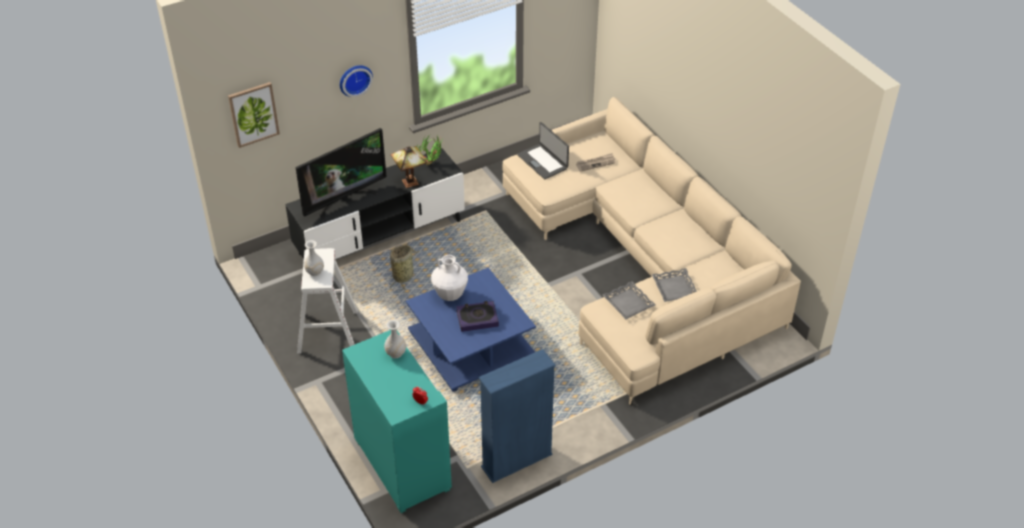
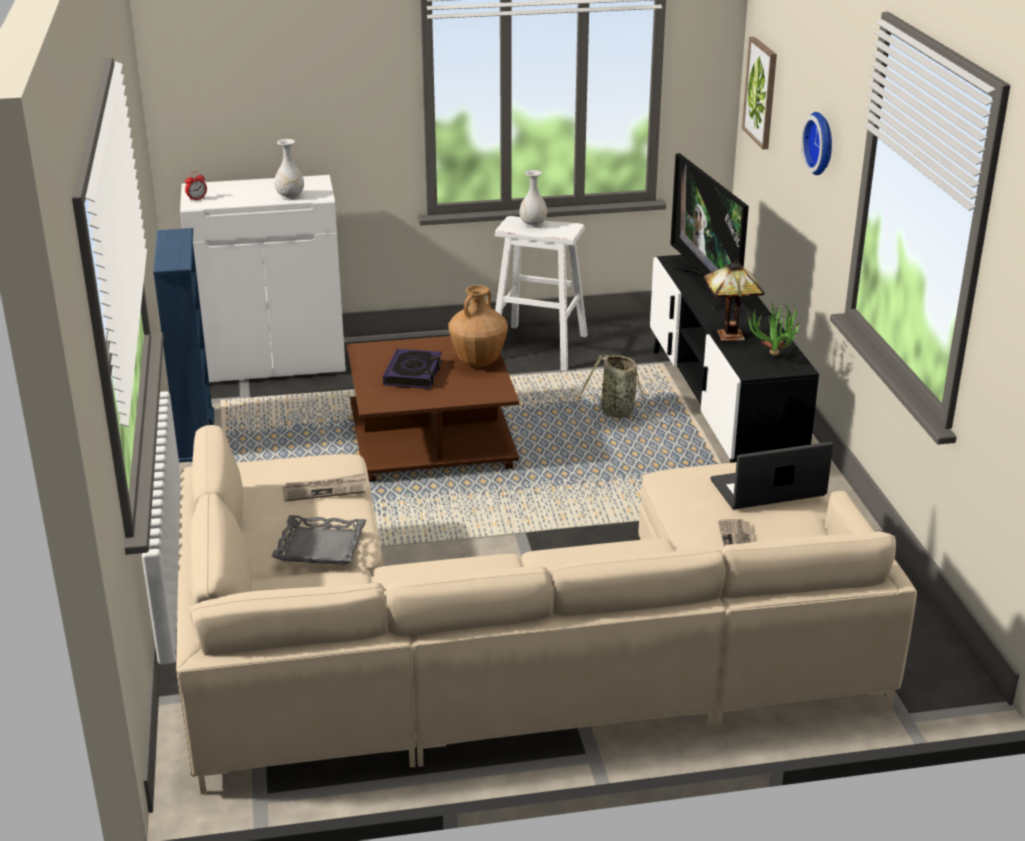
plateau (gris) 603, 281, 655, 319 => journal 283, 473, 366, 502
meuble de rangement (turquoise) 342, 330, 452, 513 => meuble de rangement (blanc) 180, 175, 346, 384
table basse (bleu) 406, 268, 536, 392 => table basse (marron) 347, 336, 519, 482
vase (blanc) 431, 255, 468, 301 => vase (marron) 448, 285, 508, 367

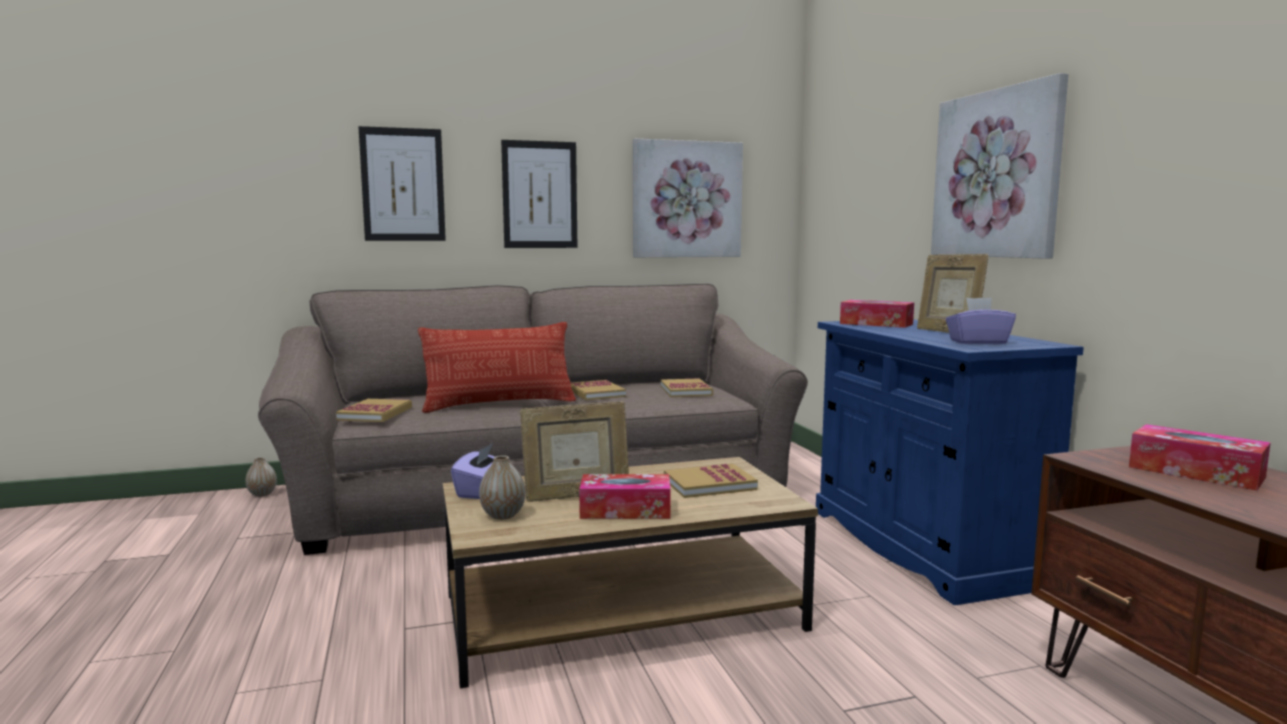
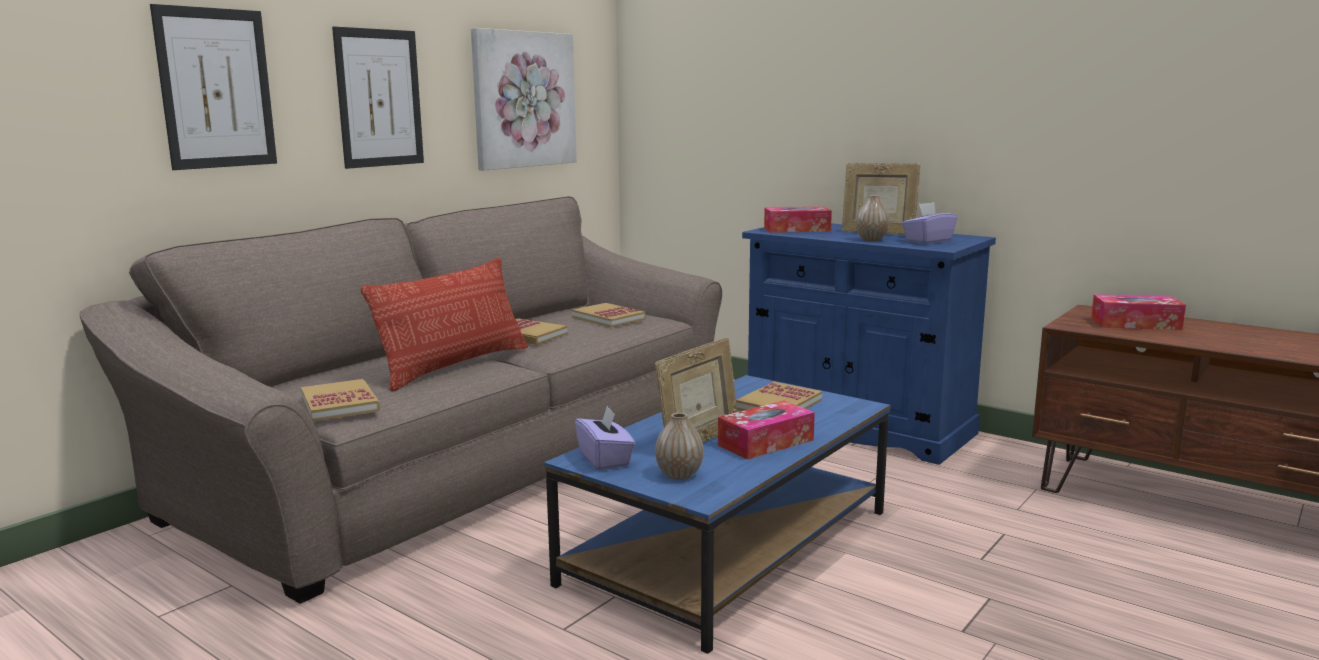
tableau 931, 73, 1068, 259 => nothing
vase 246, 457, 277, 497 => vase 856, 195, 889, 241, moved
table basse (marron) 443, 457, 818, 689 => table basse (bleu) 544, 375, 890, 654

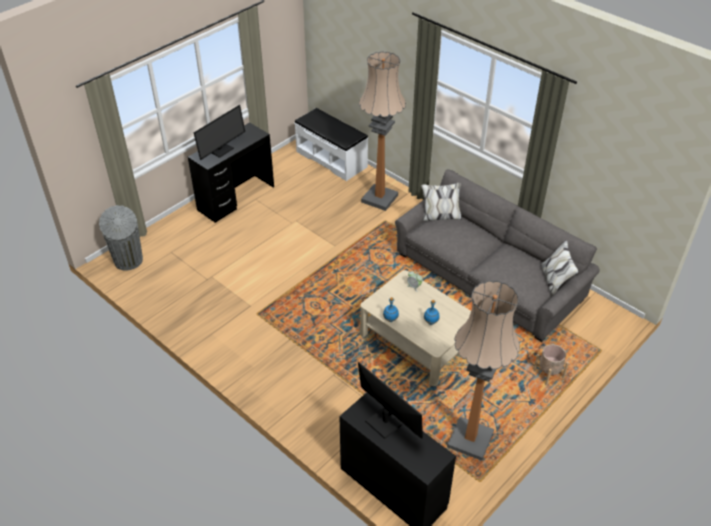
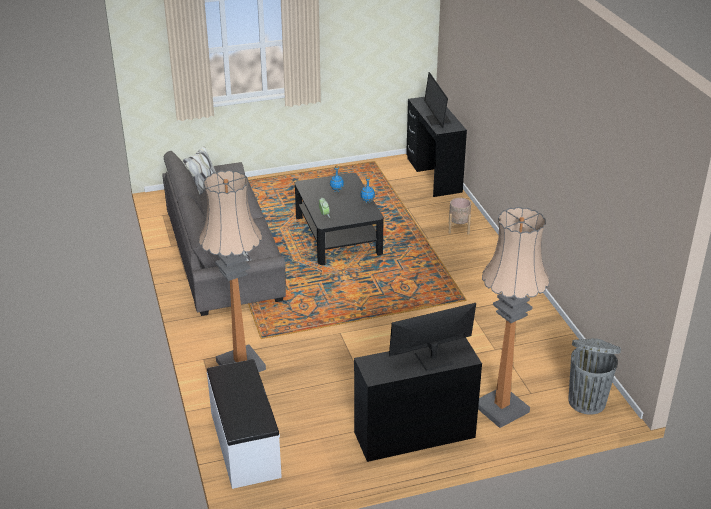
lampadaire 447, 281, 520, 461 => lampadaire 478, 207, 549, 428, moved
cache-pot (beige) 533, 344, 569, 386 => cache-pot (beige) 449, 198, 471, 235, moved
table basse (beige) 360, 270, 471, 386 => table basse (noir) 295, 173, 384, 265

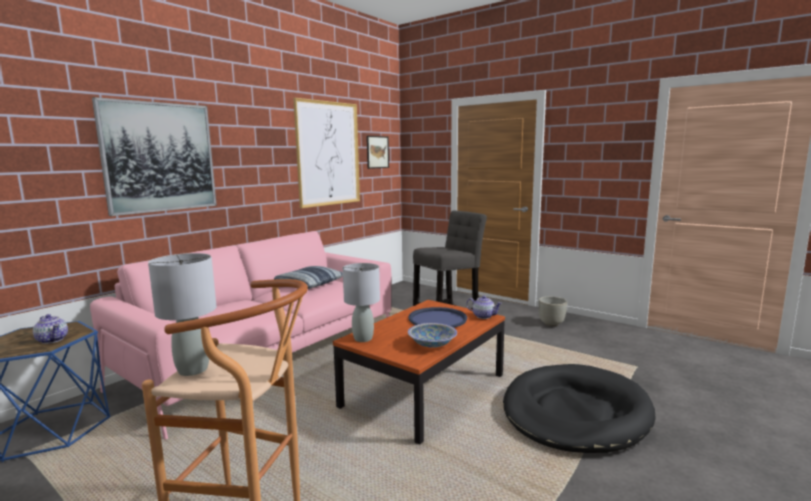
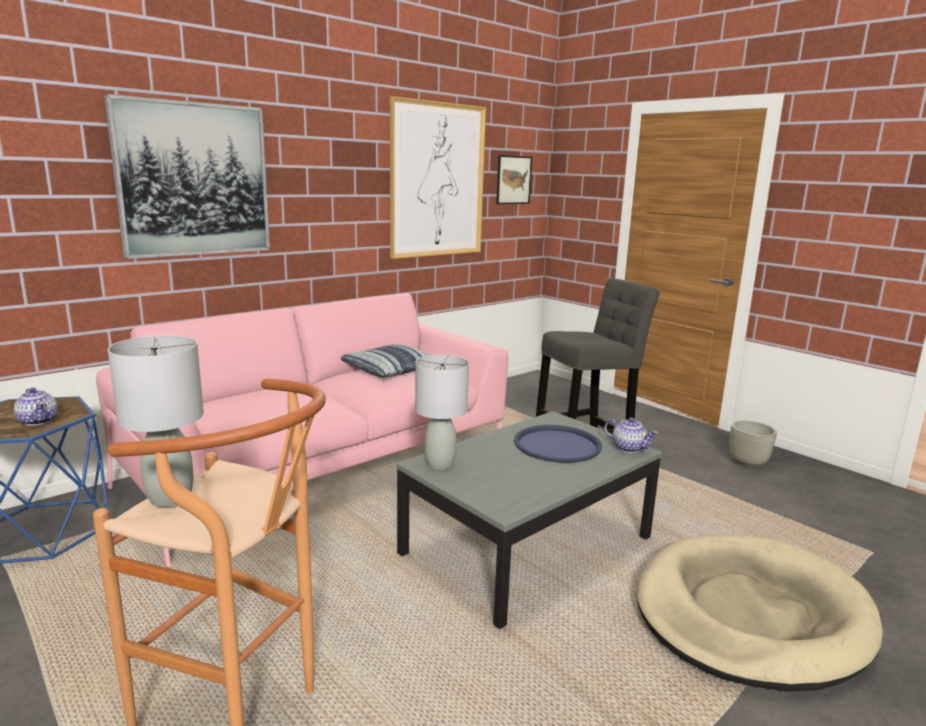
bol 408, 323, 457, 348 => nothing
table basse (marron) 333, 300, 505, 445 => table basse (gris) 396, 411, 662, 629
panier pour chien (noir) 503, 364, 656, 453 => panier pour chien (beige) 637, 534, 883, 691

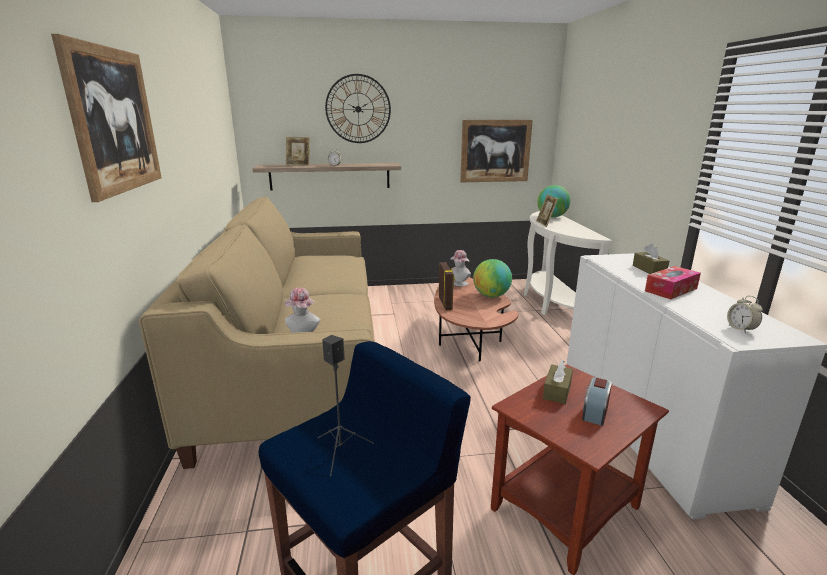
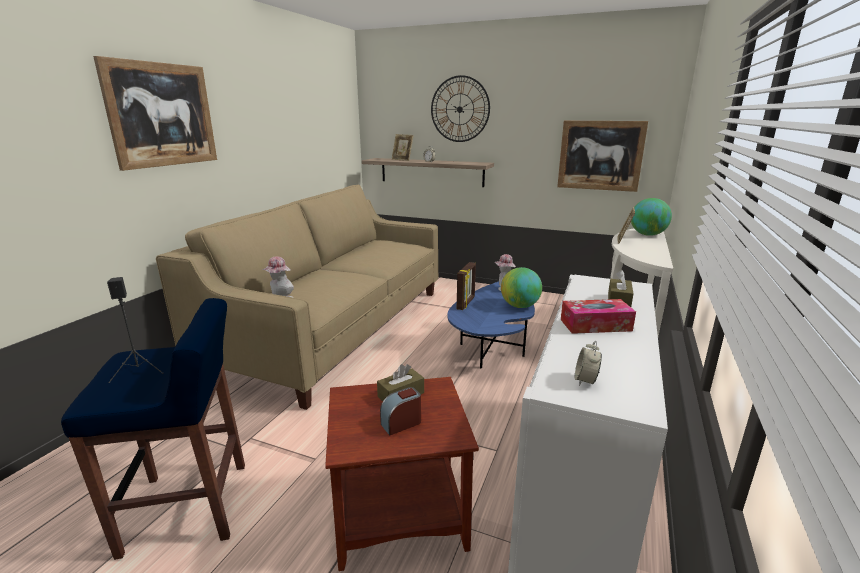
table basse (marron) 434, 277, 519, 362 => table basse (bleu) 447, 281, 535, 368

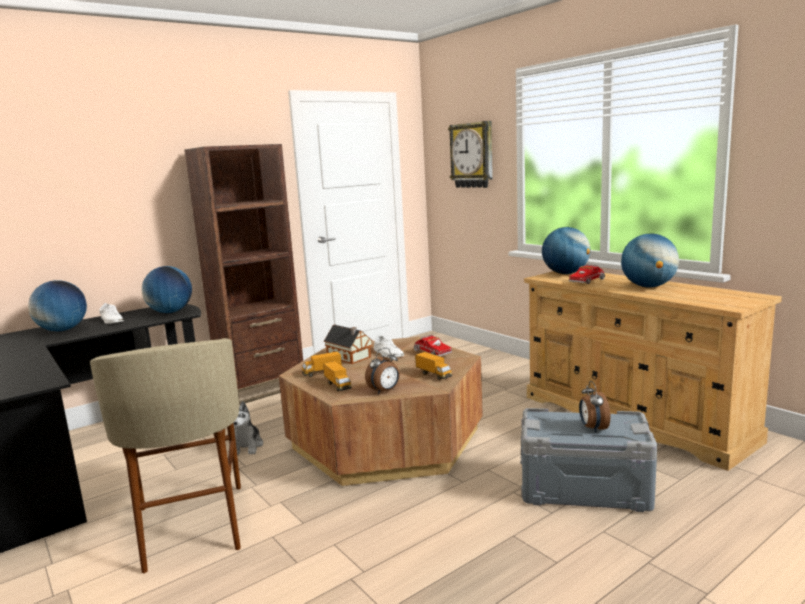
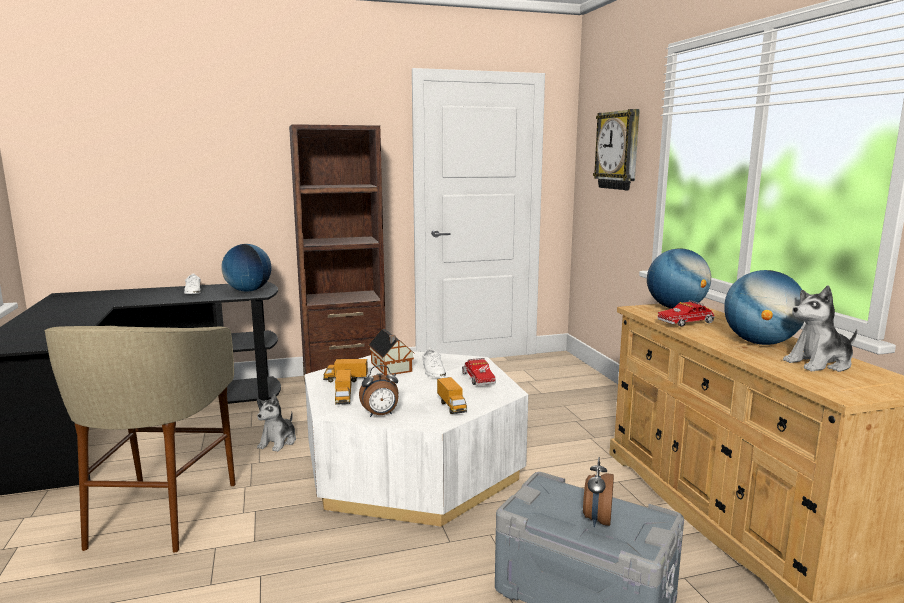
globe 28, 280, 87, 331 => nothing
nothing => peluche 783, 285, 857, 372
table basse (marron) 279, 337, 483, 486 => table basse (blanc) 305, 351, 528, 527

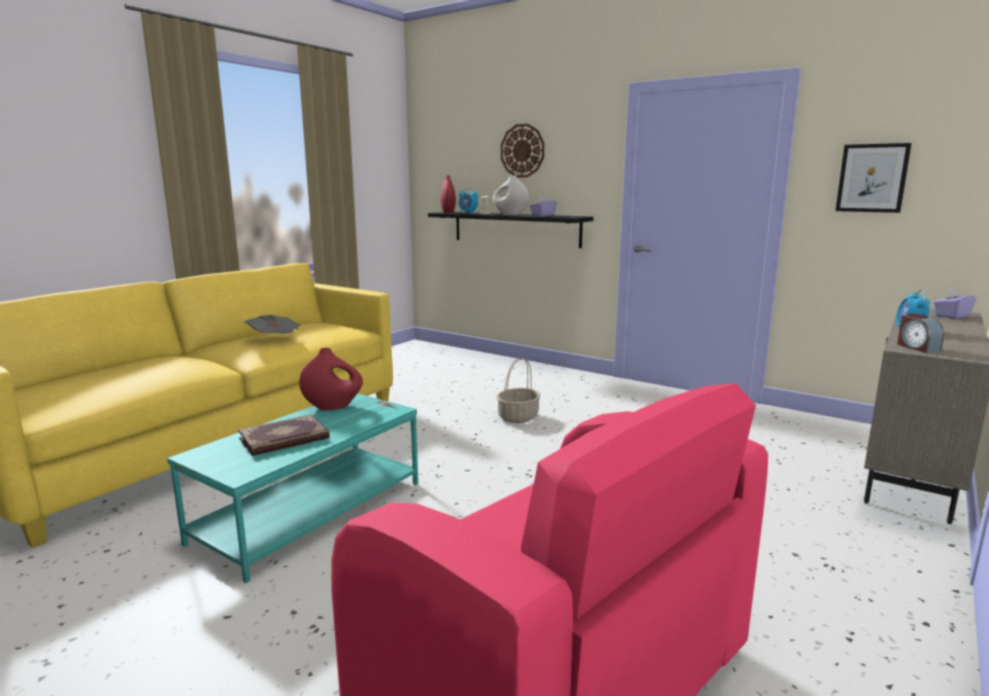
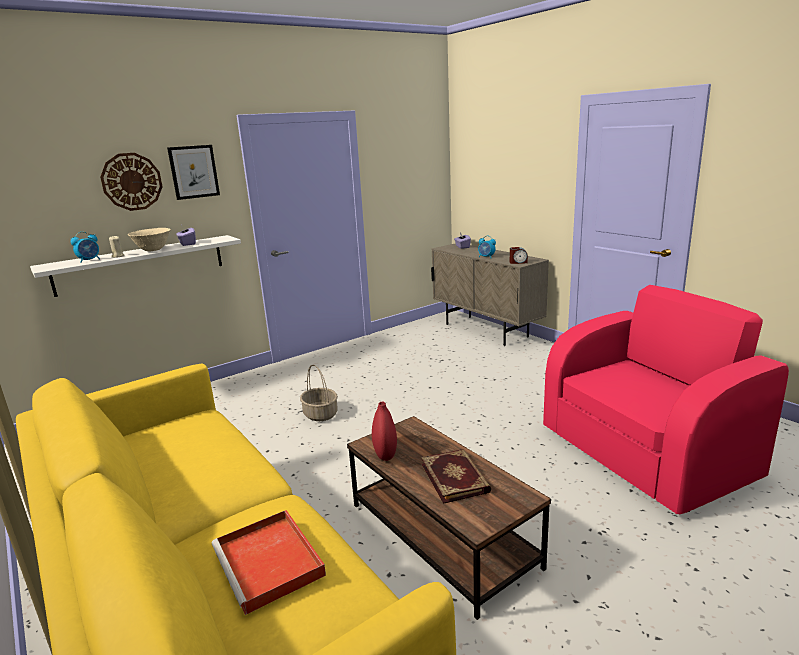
journal 244, 315, 300, 334 => nothing
vase (rouge) 440, 175, 456, 213 => nothing
nothing => plateau (rouge) 212, 510, 326, 615
tableau 835, 143, 912, 213 => tableau 167, 145, 220, 200, moved
vase (blanc) 492, 175, 529, 215 => bol (beige) 128, 228, 171, 251
table basse (turquoise) 167, 393, 418, 583 => table basse (marron) 347, 416, 551, 620
étagère (noir) 428, 212, 594, 248 => étagère (blanc) 30, 235, 241, 297

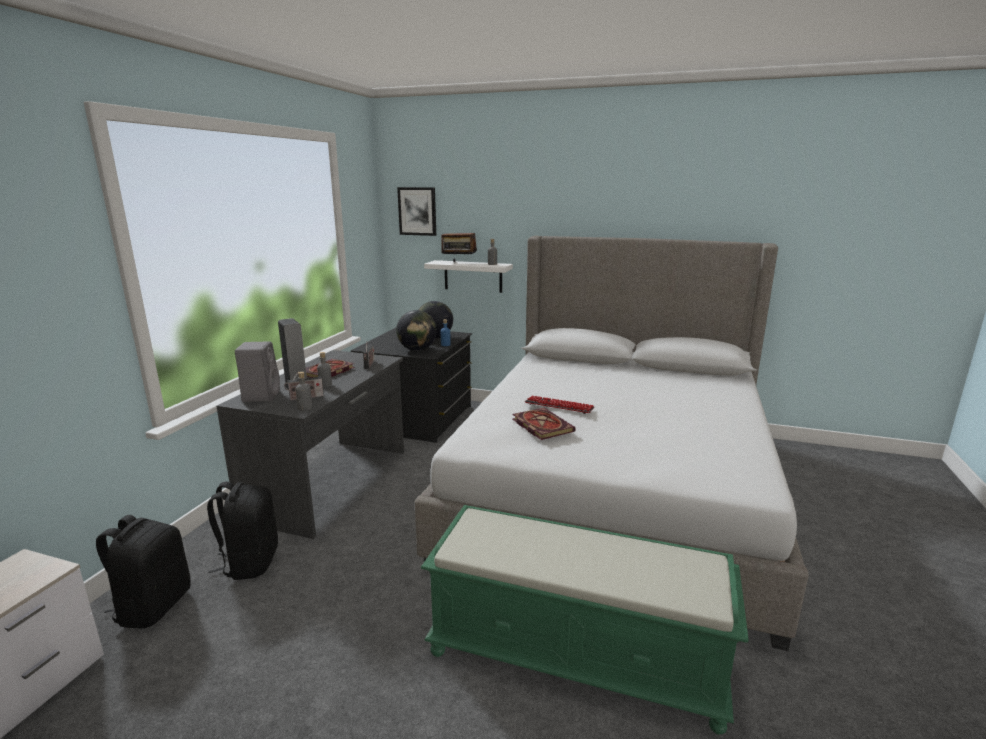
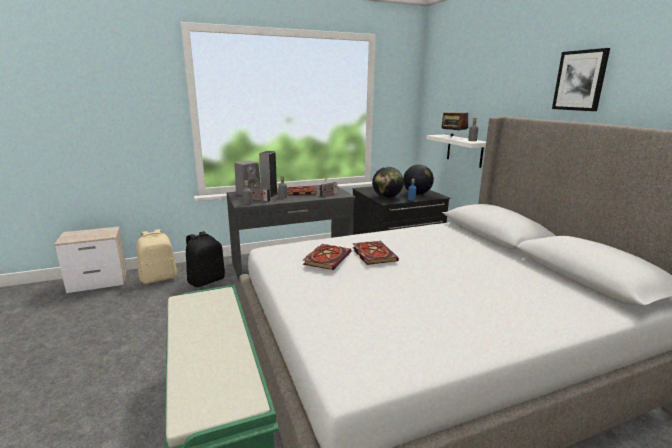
tableau 397, 187, 436, 236 => tableau 552, 48, 610, 111, moved
clavier 525, 395, 594, 414 => livre 352, 241, 399, 265
sac à dos (noir) 96, 515, 191, 629 => sac à dos (beige) 136, 229, 178, 284

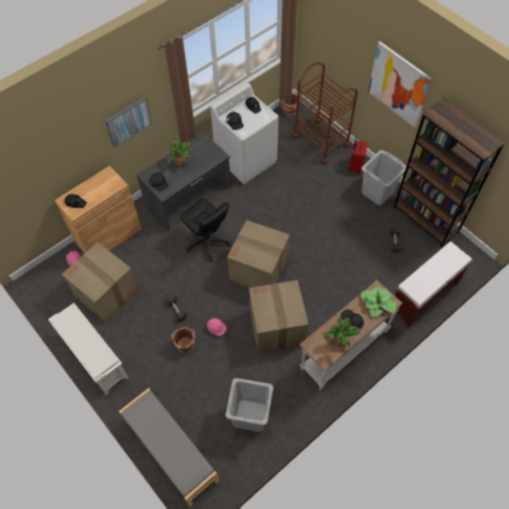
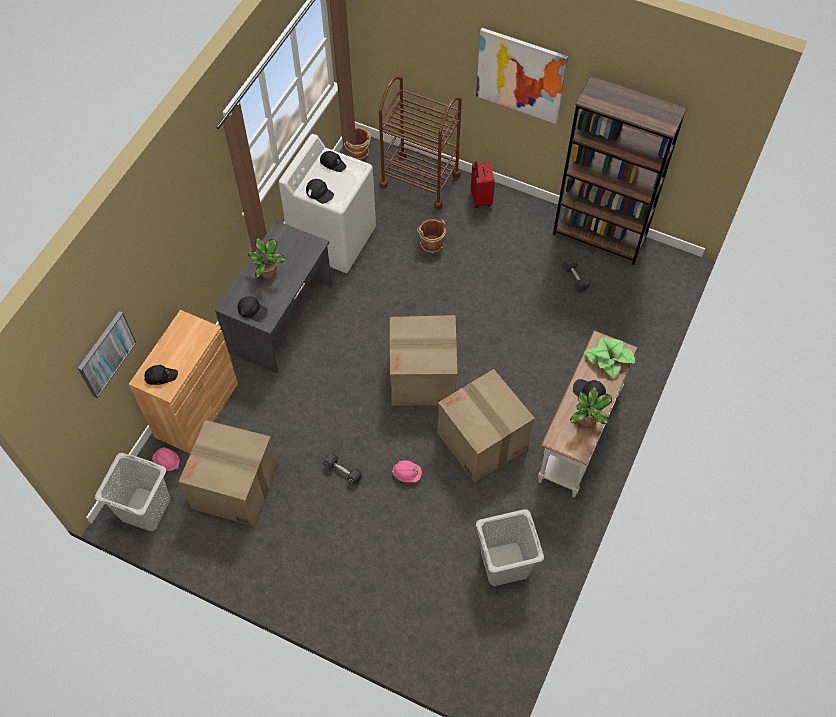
étagère à chaussures (blanc) 48, 303, 128, 395 => nothing
banc (gris) 119, 388, 219, 507 => nothing
chaise de bureau (noir) 181, 199, 231, 262 => nothing
banc (marron) 395, 241, 474, 327 => nothing
tableau 105, 97, 152, 147 => tableau 78, 311, 136, 398, moved
seau (marron) 171, 327, 196, 353 => seau (marron) 417, 219, 446, 253, moved
panier à linge (gris) 361, 150, 406, 205 => panier à linge (gris) 95, 453, 170, 531, moved

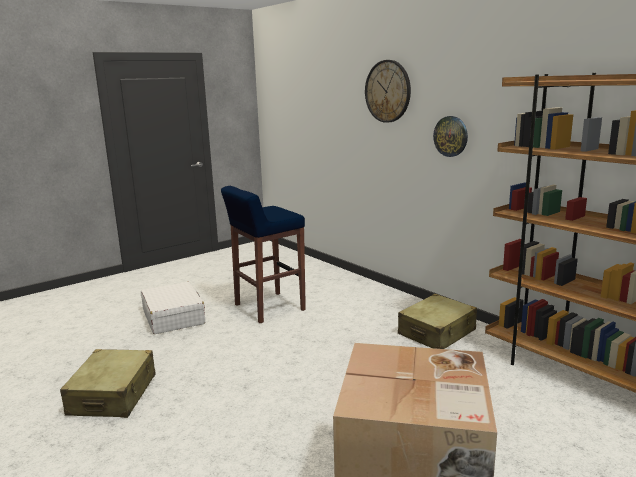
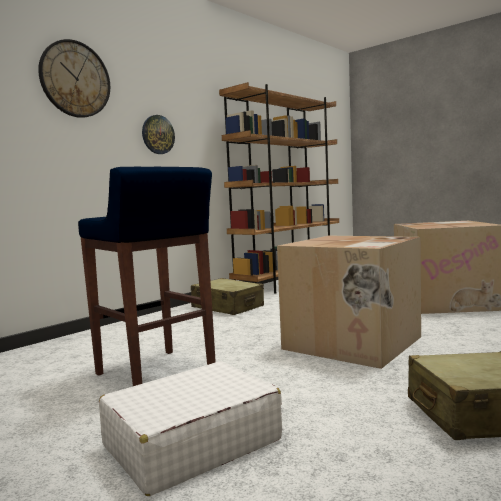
nothing => carton 277, 236, 421, 369

